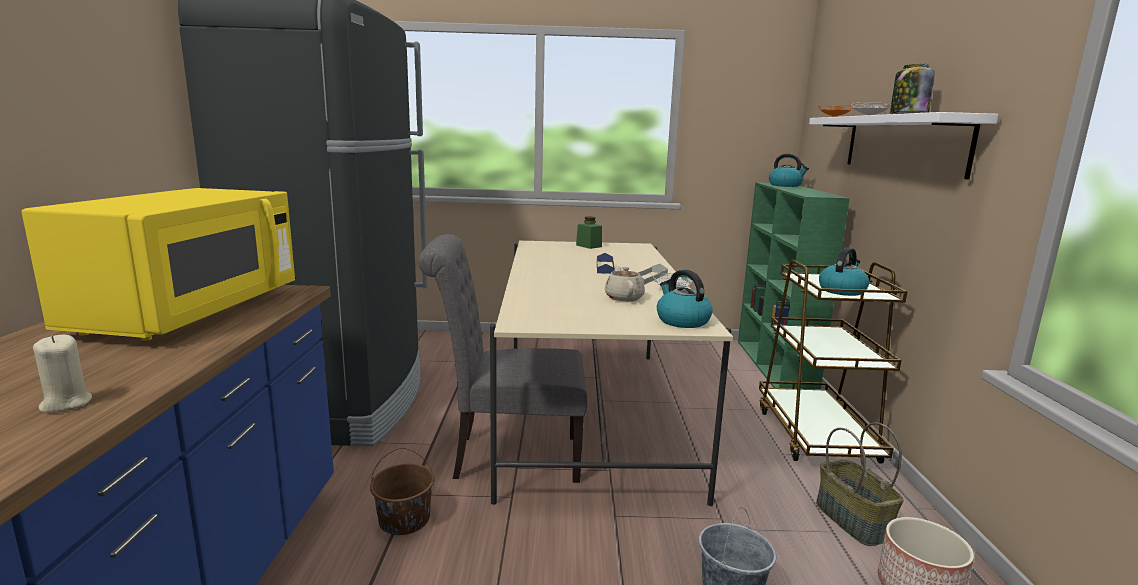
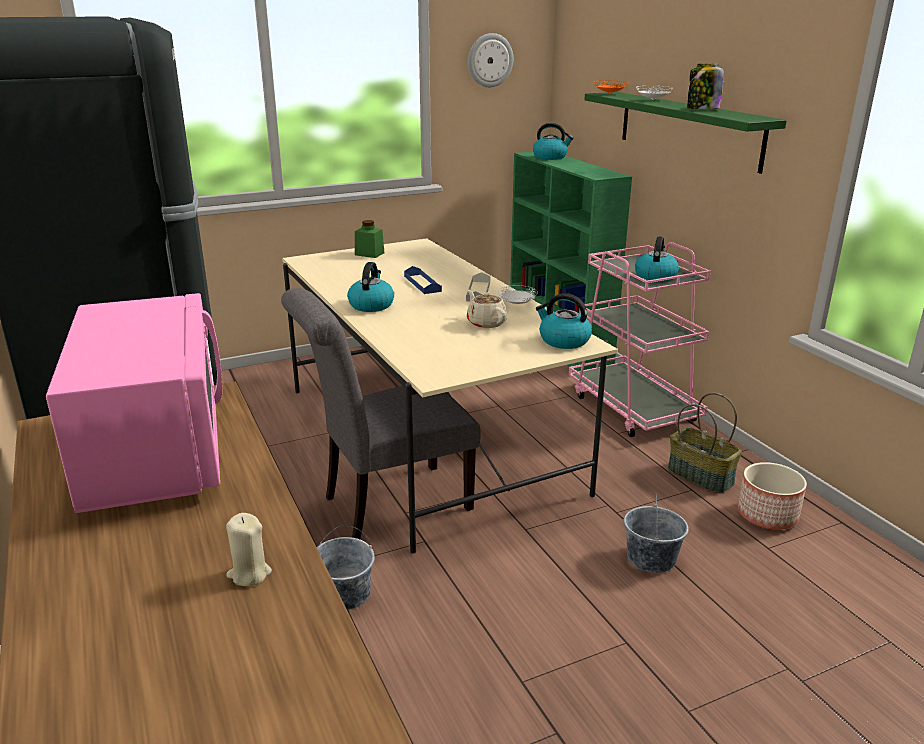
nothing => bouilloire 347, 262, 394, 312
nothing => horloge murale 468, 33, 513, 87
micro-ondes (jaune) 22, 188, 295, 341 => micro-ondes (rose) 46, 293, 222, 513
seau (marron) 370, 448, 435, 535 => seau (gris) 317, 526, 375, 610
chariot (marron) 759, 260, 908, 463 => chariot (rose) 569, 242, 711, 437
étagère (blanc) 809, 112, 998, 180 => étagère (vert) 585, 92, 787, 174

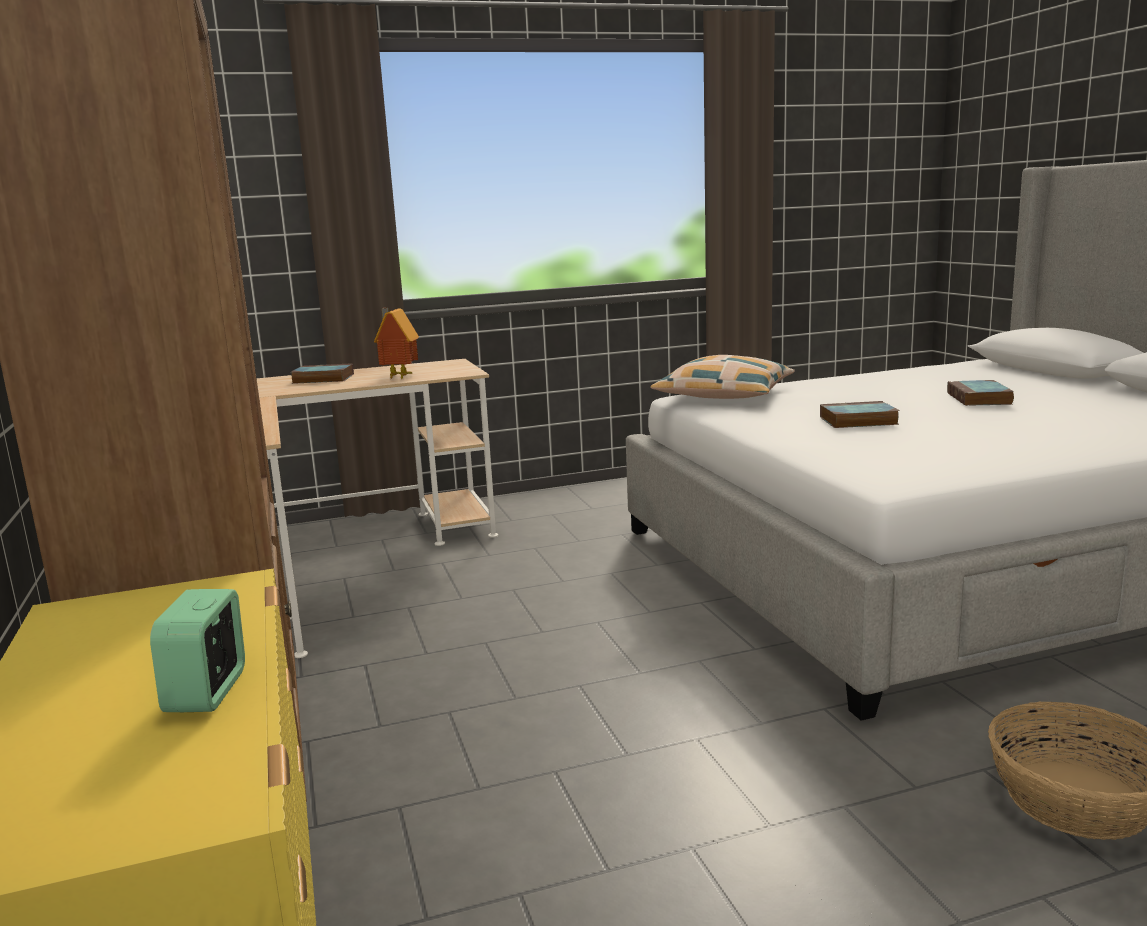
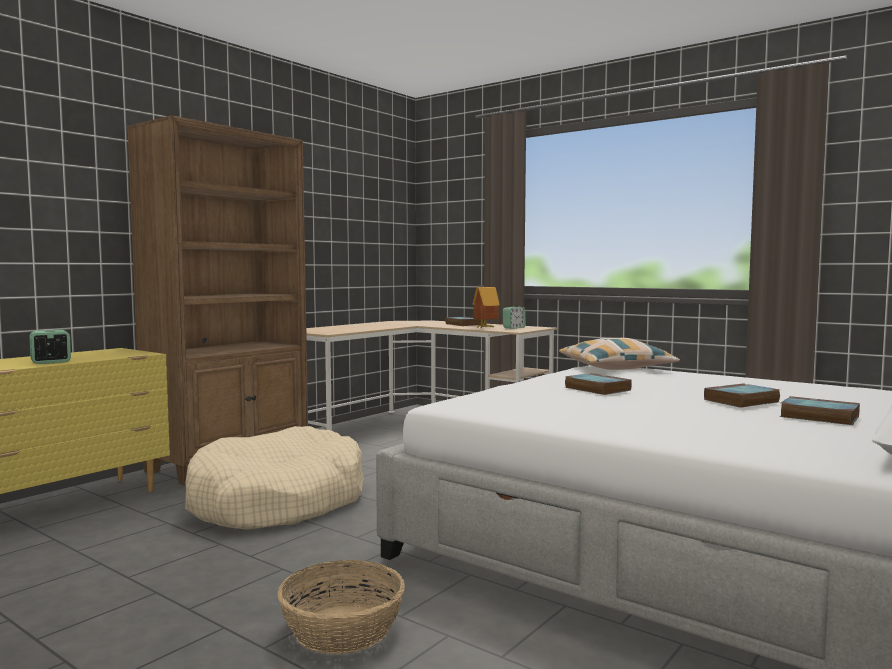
nothing => panier pour chien (beige) 185, 426, 364, 530
nothing => réveil 503, 307, 526, 329
nothing => livre 780, 396, 860, 425

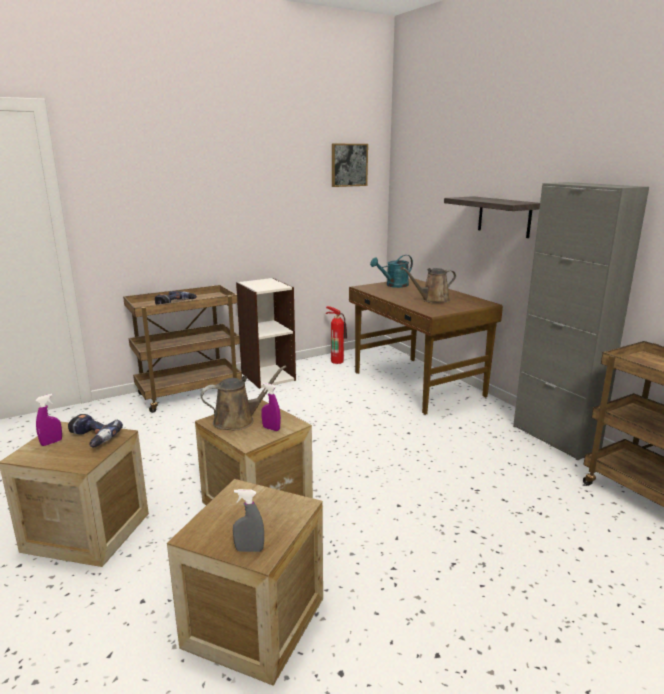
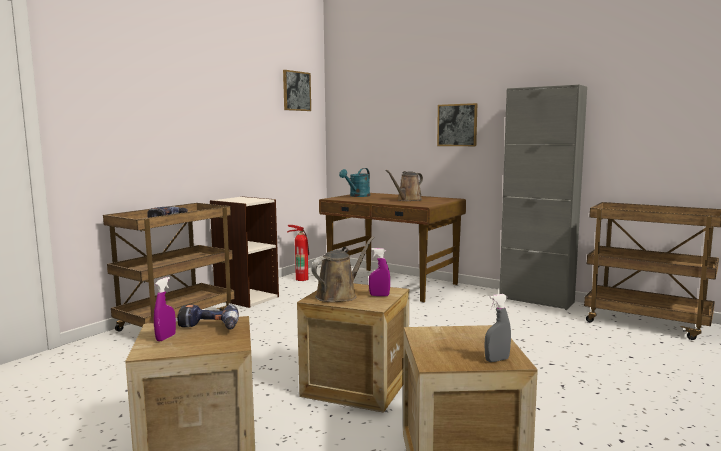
étagère 444, 196, 540, 238 => tableau 437, 103, 477, 146

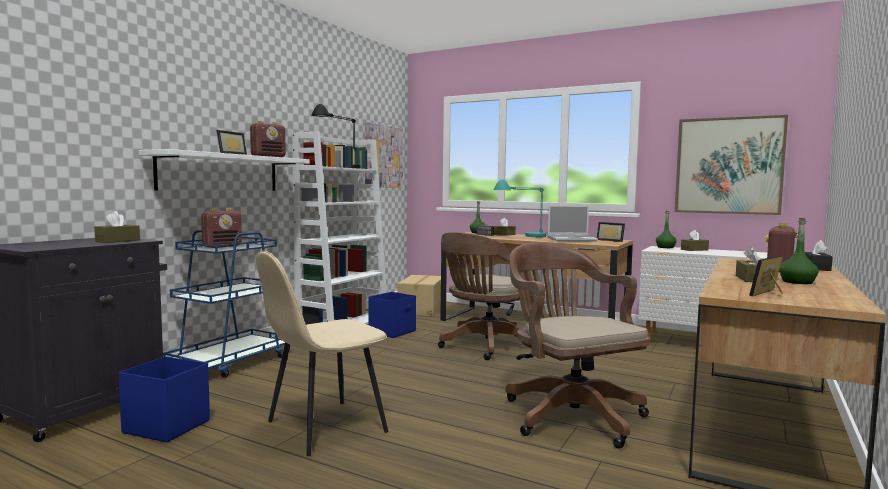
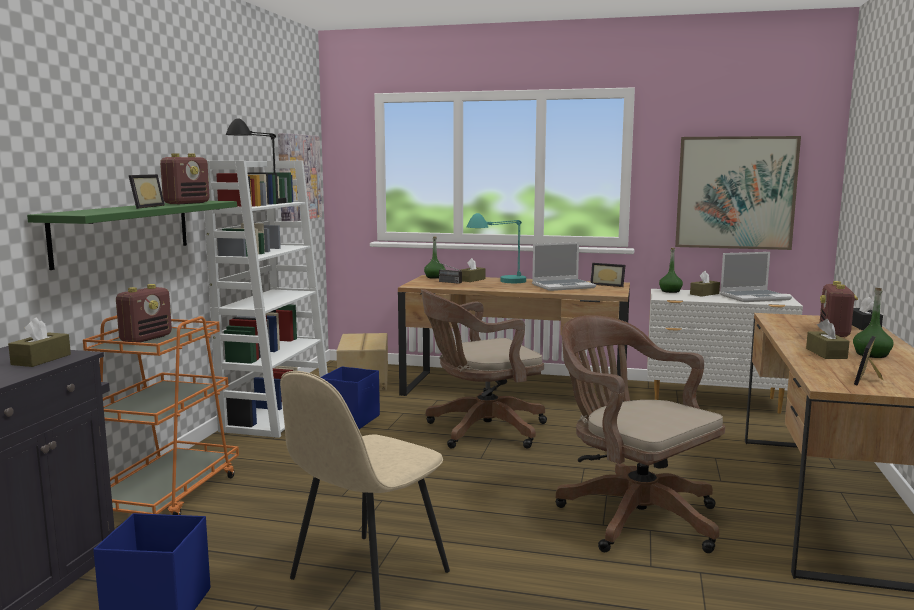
nothing => ordinateur portable 720, 252, 792, 302
étagère (blanc) 139, 149, 310, 191 => étagère (vert) 27, 201, 237, 270
chariot (bleu) 163, 230, 285, 378 => chariot (orange) 83, 315, 239, 515
chaise de bureau (marron) 438, 232, 534, 360 => chaise de bureau (marron) 421, 289, 547, 449, 45 degrees clockwise

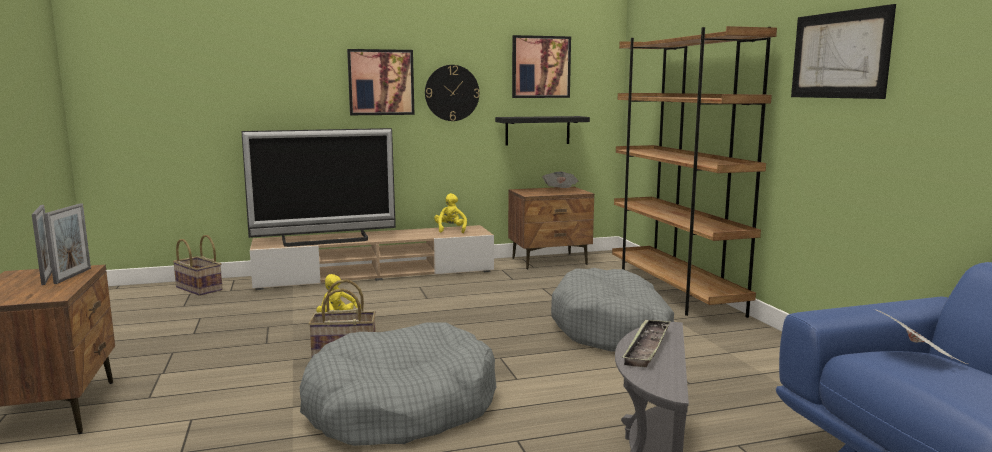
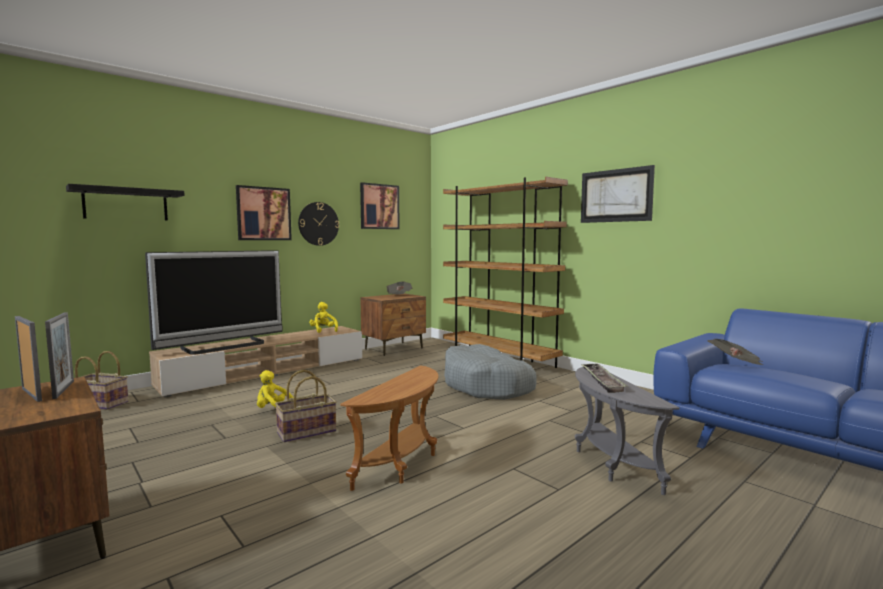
étagère (noir) 495, 116, 590, 146 => étagère (noir) 66, 184, 185, 221, moved
panier pour chien (gris) 300, 322, 497, 446 => table d'appoint (marron) 340, 365, 439, 491

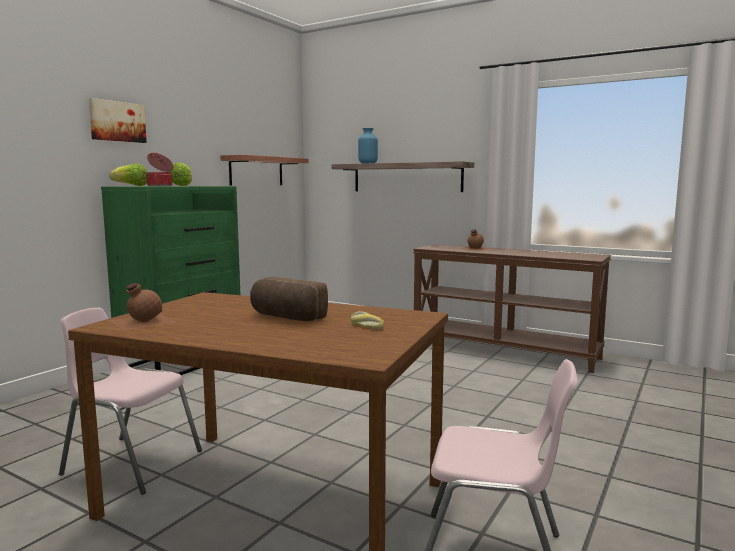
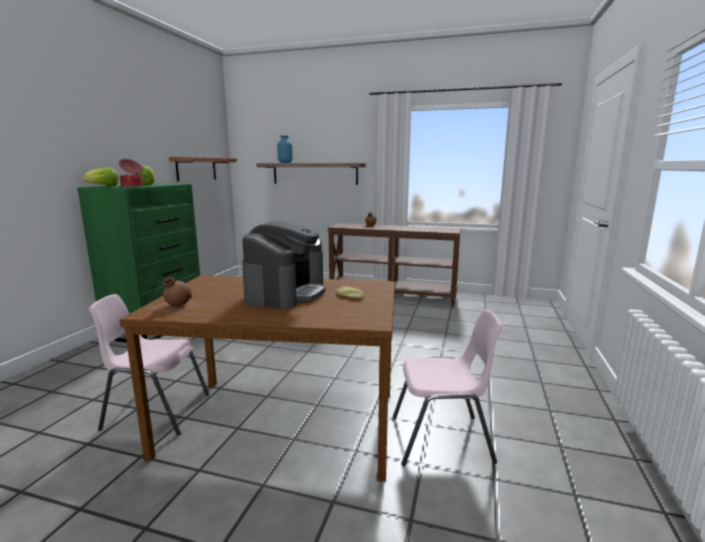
tableau 89, 98, 147, 143 => nothing
pain 250, 277, 328, 321 => machine à café 242, 221, 326, 309

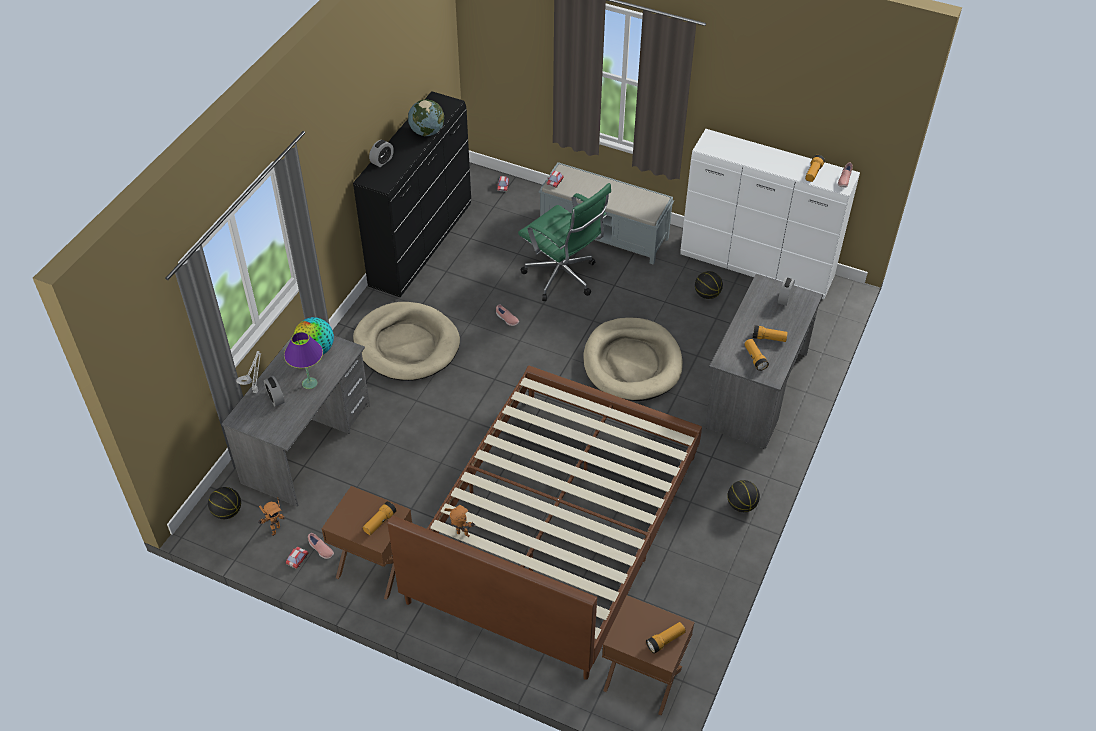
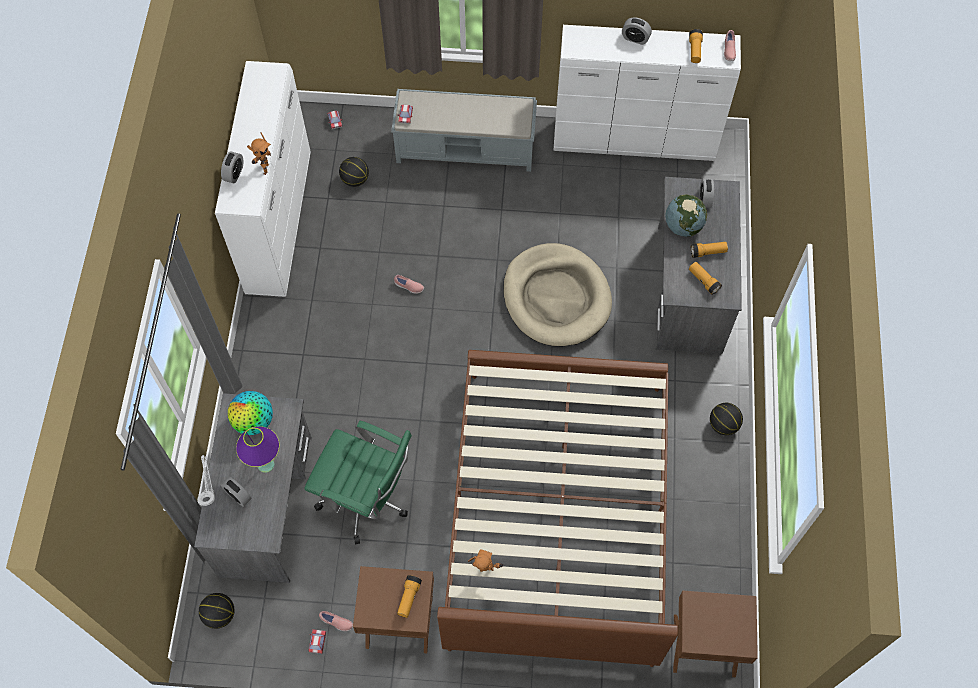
panier pour chien (beige) 353, 302, 460, 381 => nothing
lampe de poche 646, 622, 686, 653 => nothing
nothing => réveil 622, 17, 652, 45
robot jouet 258, 497, 284, 536 => robot jouet 247, 132, 271, 175, moved
globe 408, 99, 444, 136 => globe 665, 194, 707, 237, moved
chaise de bureau (vert) 518, 183, 611, 301 => chaise de bureau (vert) 304, 421, 412, 545, moved
ballon de basket 695, 271, 723, 299 => ballon de basket 339, 157, 369, 187, moved
commode (noir) 353, 91, 471, 297 => commode (blanc) 215, 61, 311, 297

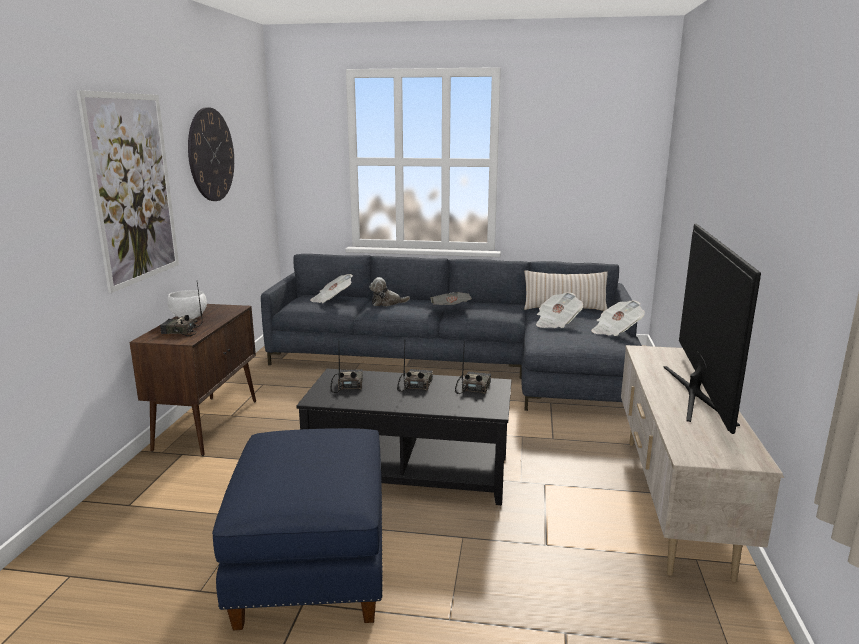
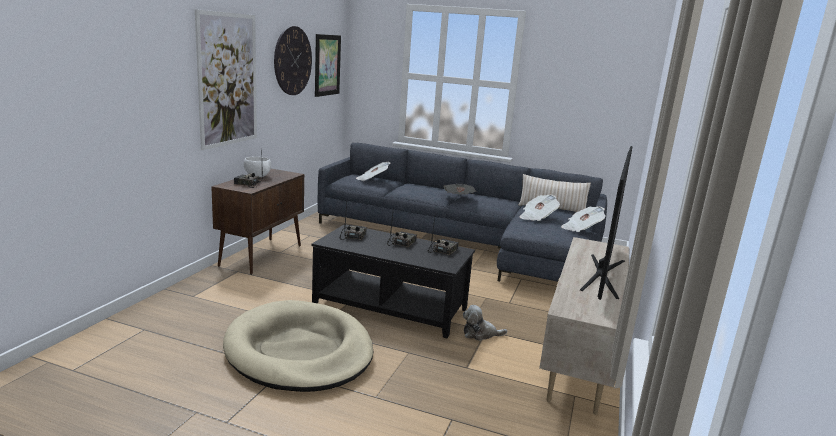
nothing => tableau 315, 34, 341, 97
peluche 369, 277, 410, 306 => peluche 463, 305, 507, 341, moved
pouf (bleu) 212, 428, 383, 631 => panier pour chien (beige) 223, 300, 373, 392

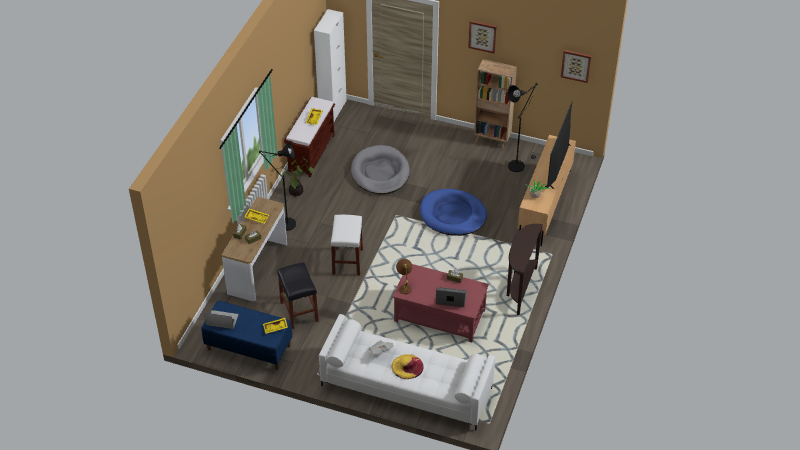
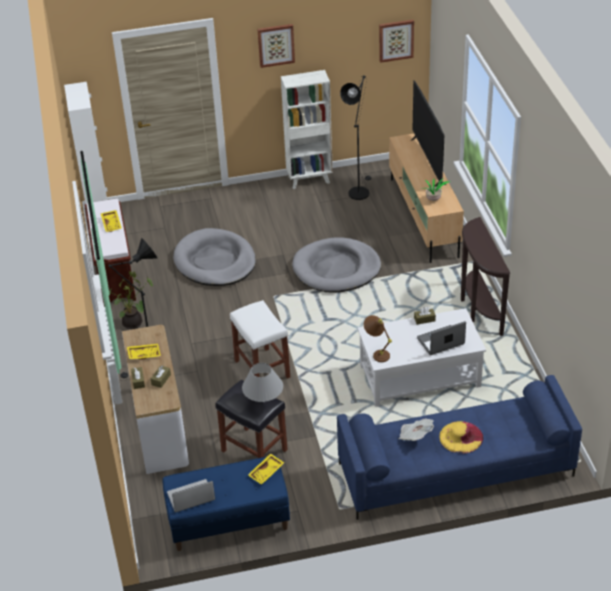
nothing => lampe de table (gris) 242, 363, 283, 402
canapé (blanc) 319, 314, 495, 430 => canapé (bleu) 337, 375, 582, 520
table basse (rouge) 393, 264, 489, 342 => table basse (blanc) 357, 308, 486, 407
panier pour chien (bleu) 420, 189, 487, 236 => panier pour chien (gris) 292, 238, 381, 293
bibliothèque (marron) 474, 59, 517, 149 => bibliothèque (blanc) 281, 70, 333, 189

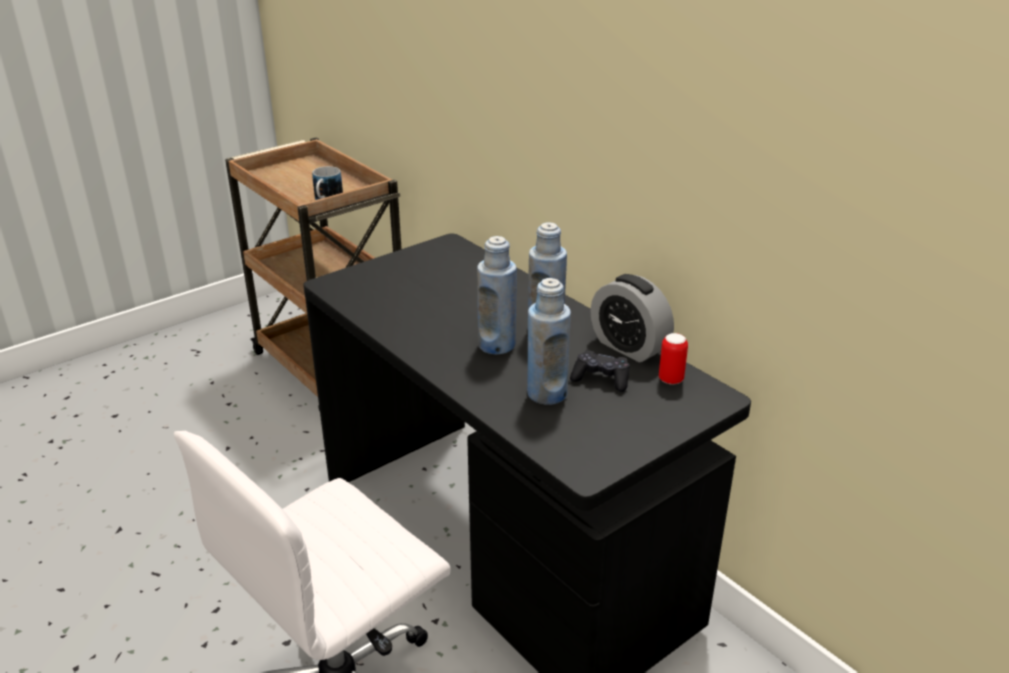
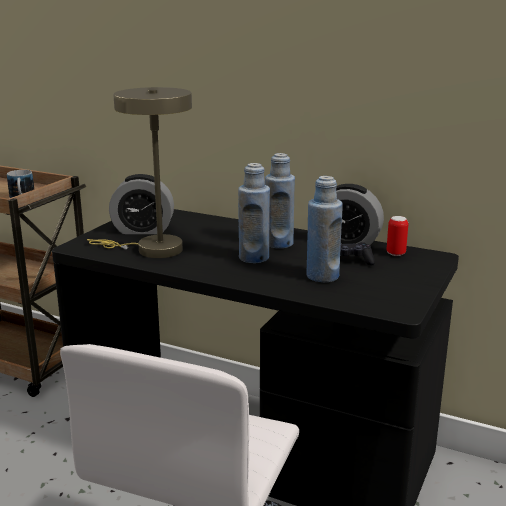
nothing => lampe de table (beige) 87, 87, 192, 258
nothing => réveil 109, 174, 174, 234

